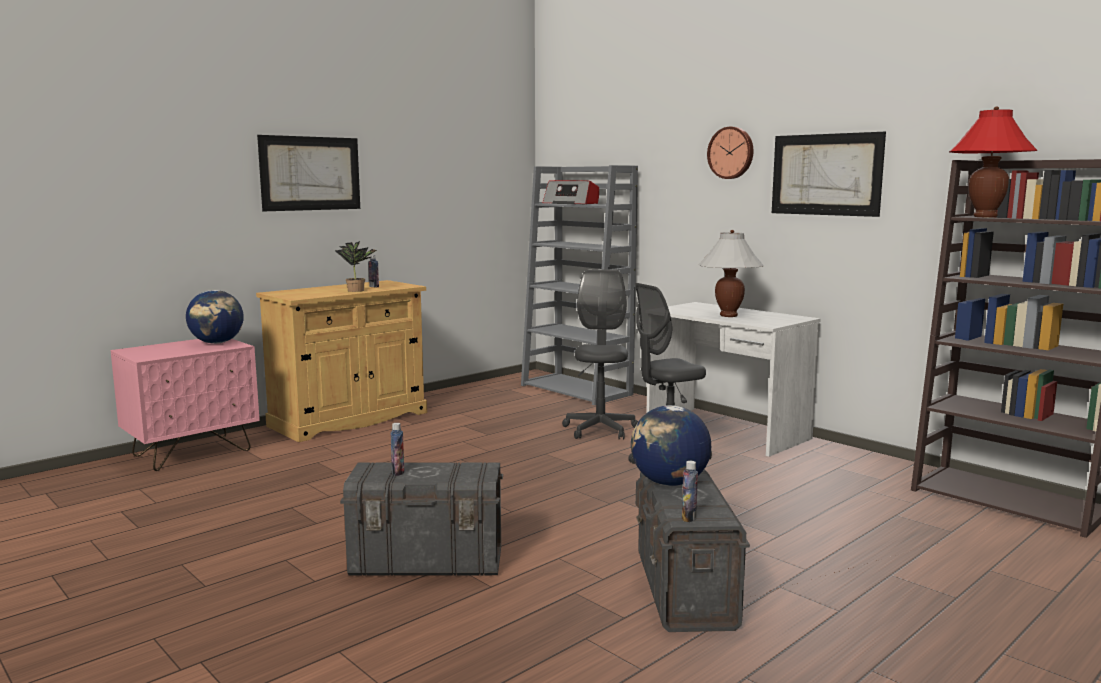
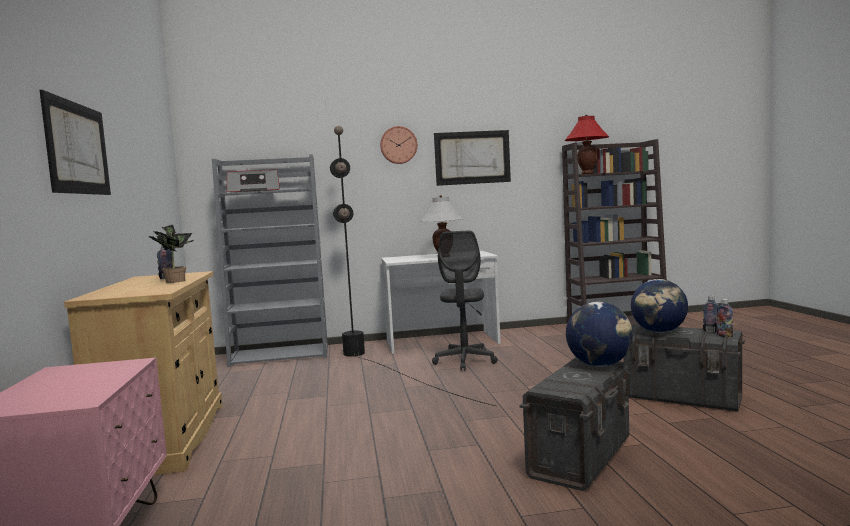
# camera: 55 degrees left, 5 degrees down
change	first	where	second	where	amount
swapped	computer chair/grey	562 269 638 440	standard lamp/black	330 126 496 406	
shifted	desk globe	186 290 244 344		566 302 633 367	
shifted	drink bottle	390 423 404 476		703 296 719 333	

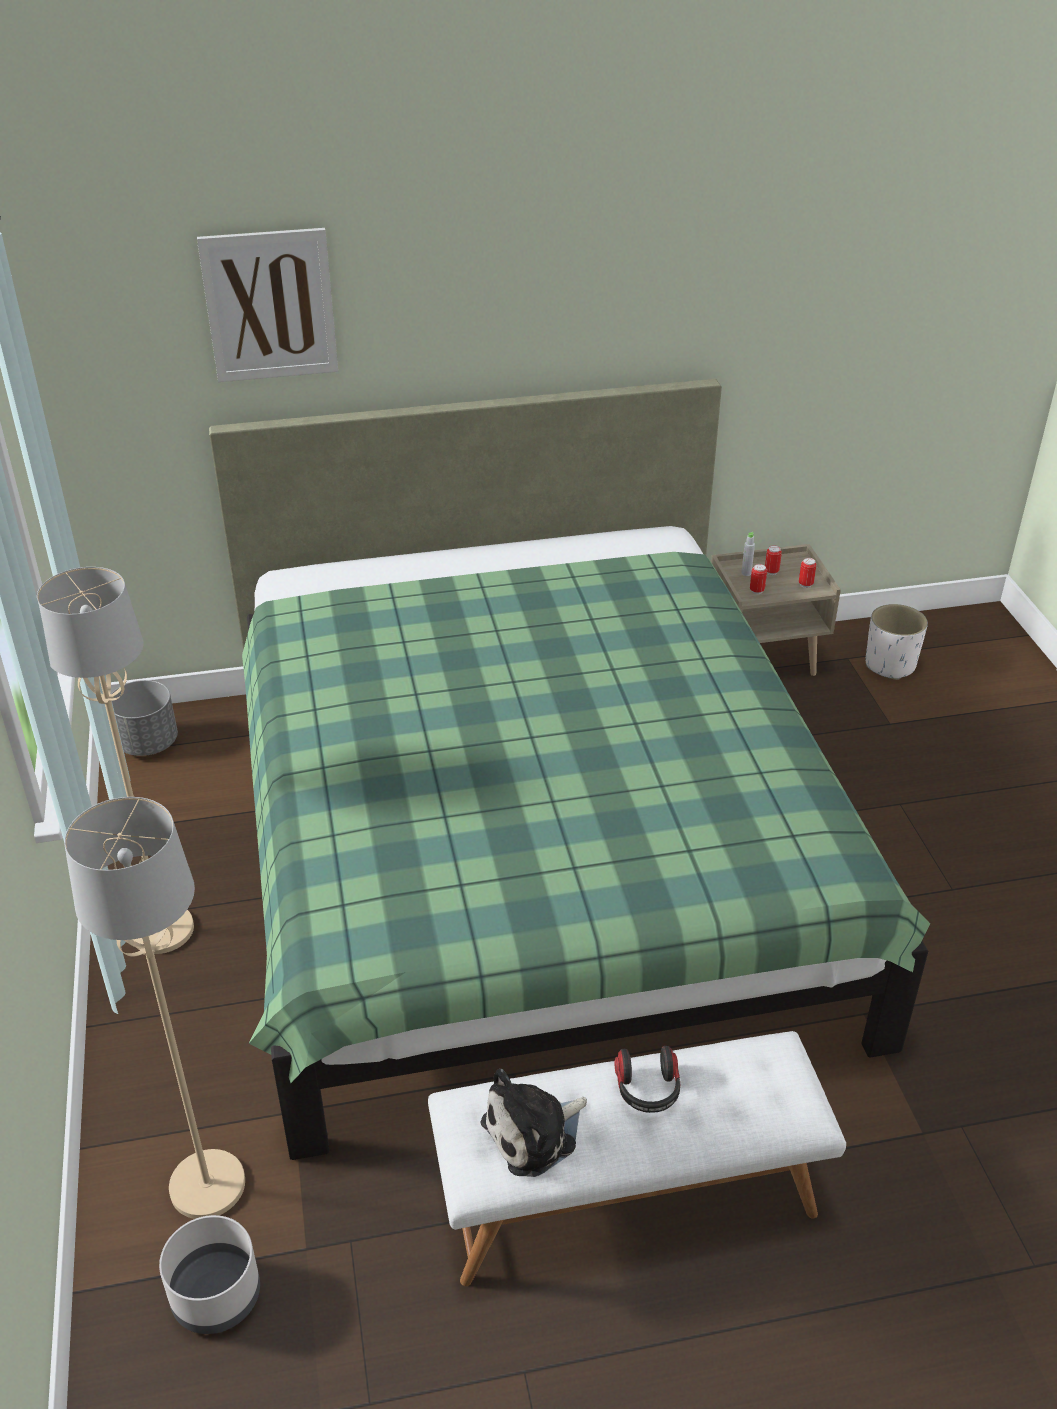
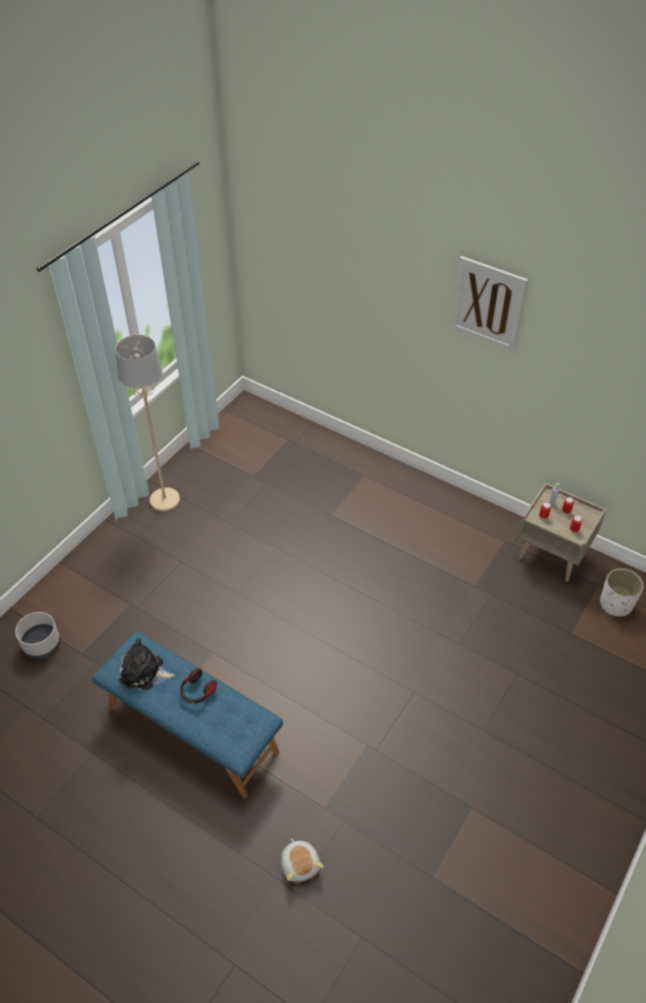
# camera: 45 degrees right, 10 degrees up
change	first	where	second	where	amount
repainted	bench/white-coloured	428 1031 846 1286	bench/blue	92 631 283 798	
new			plush toy	281 838 324 882	
shifted	picture	197 228 338 382		451 256 528 352	
gone	standard lamp/sand-coloured	64 797 245 1219			
gone	plant pot/grey	111 680 178 756			
gone	bedroom bed/greenish	209 379 930 1160			

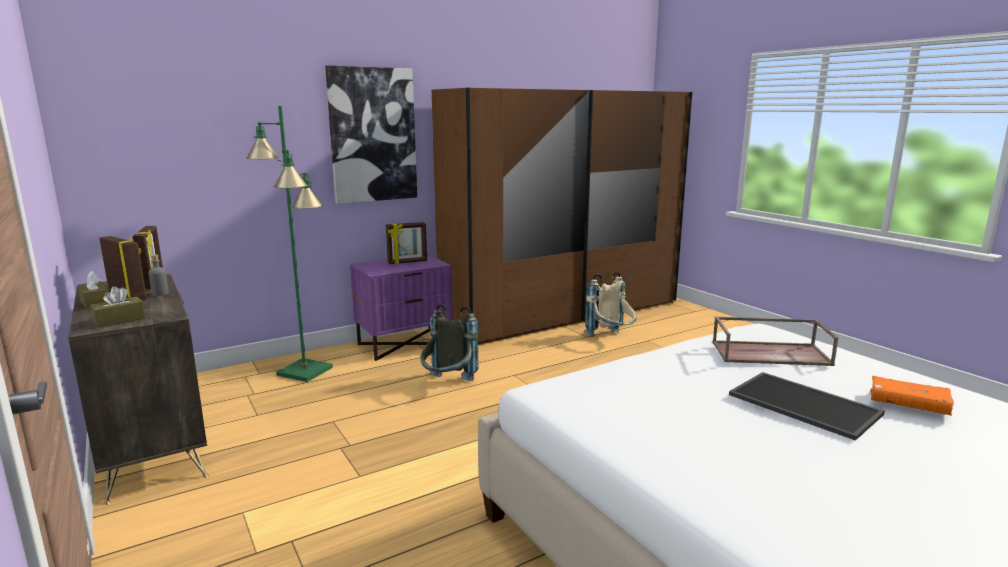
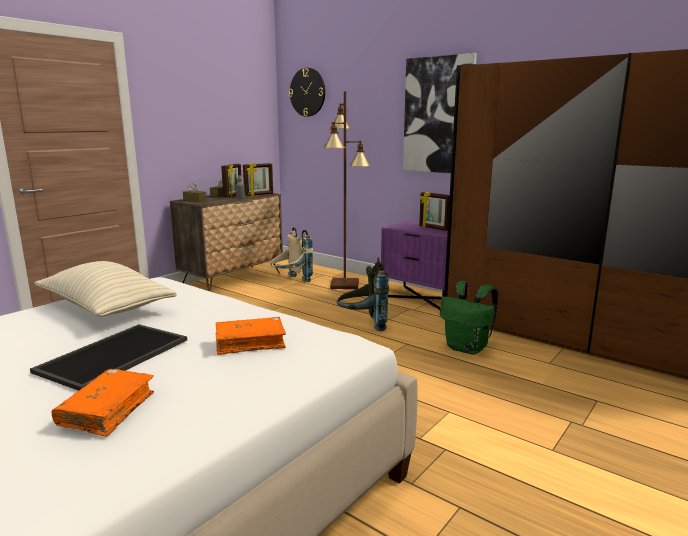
# camera: 70 degrees right, 0 degrees up
change	first	where	second	where	amount
new			throw pillow/sand-coloured	35 261 177 317	
swapped	serving tray/brown-coloured	712 317 838 366	volume/orange	216 317 286 355	
shifted	backpack/sand-coloured	583 272 637 337		271 227 313 282	
new			clock on the wall	289 68 325 117	
repainted	standard lamp/greenish	246 106 333 382	standard lamp/brown-coloured	323 91 371 289	
new			backpack/greenish	440 281 498 354	

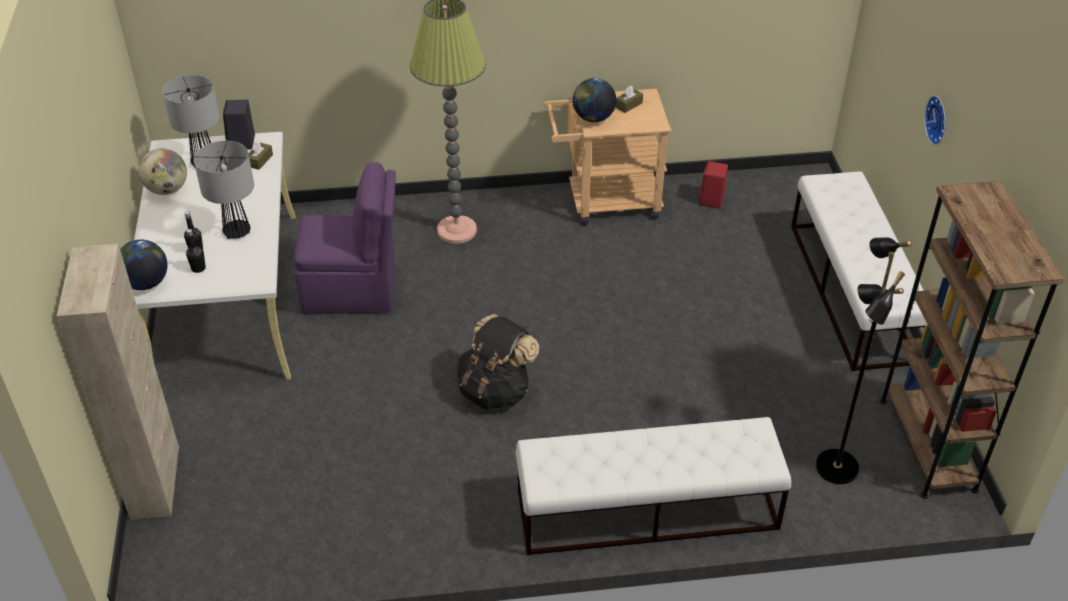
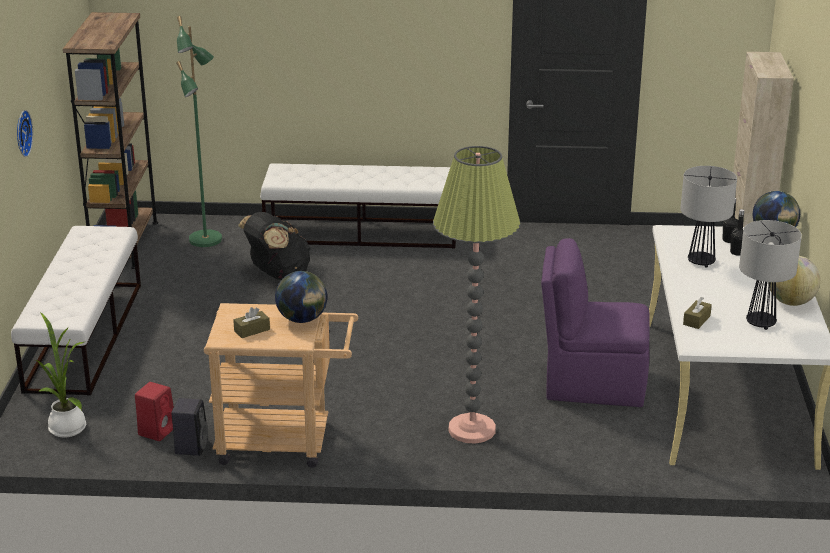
# camera: 170 degrees left, 15 degrees down
change	first	where	second	where	amount
new			houseplant	35 312 86 437	
shifted	audio speaker/black	223 100 255 149		171 398 208 456	
repainted	standard lamp/black	816 237 912 484	standard lamp/greenish	176 16 222 247	
shifted	backpack/black	457 314 539 409		238 212 311 280	

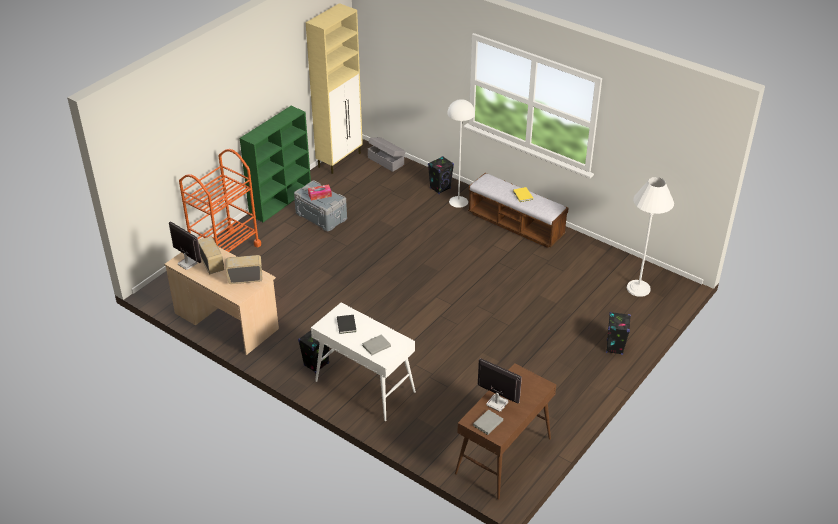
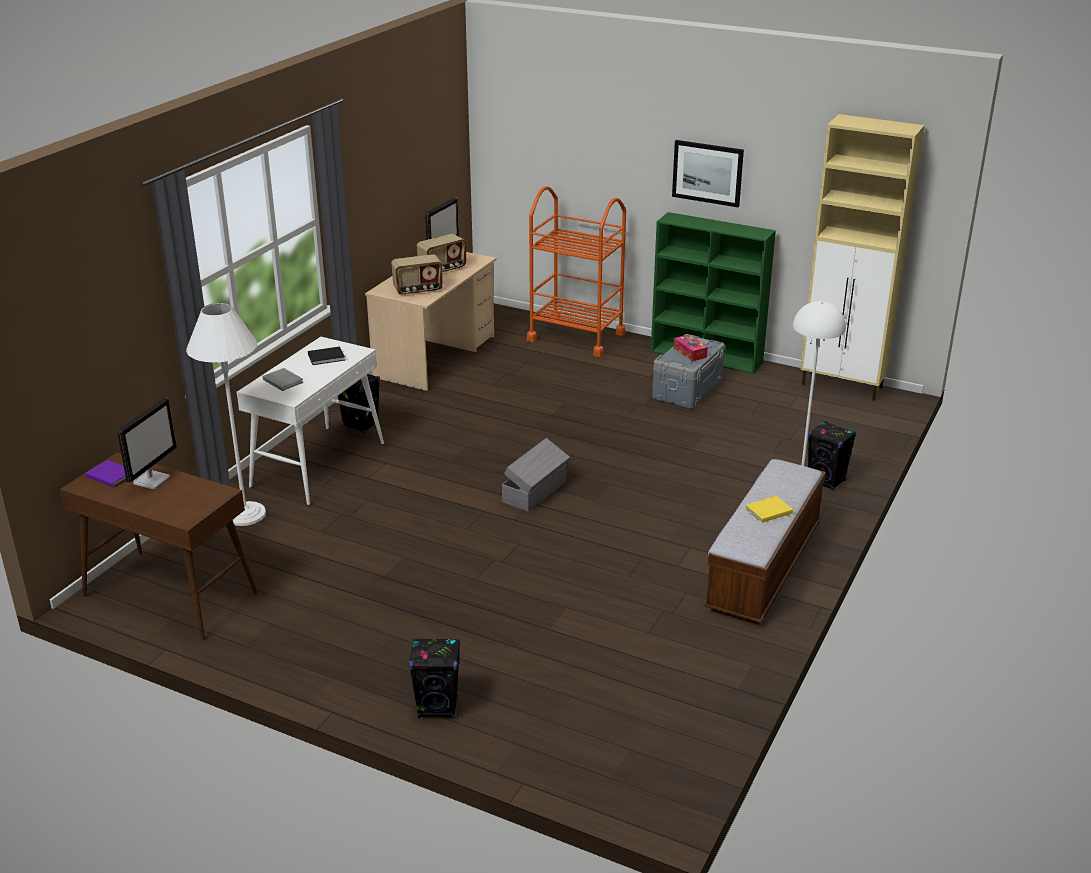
# camera: 80 degrees right, 10 degrees down
change	first	where	second	where	amount
repainted	volume/grey	473 409 503 435	volume/purple	85 460 126 487	
shifted	standard lamp/white-coloured	627 177 674 297		186 303 266 526	
rotated	radio set	226 255 262 284		391 254 443 296	90 degrees clockwise
shifted	storage bin/grey	368 137 406 172		502 438 570 512	
new			picture	672 140 744 207	

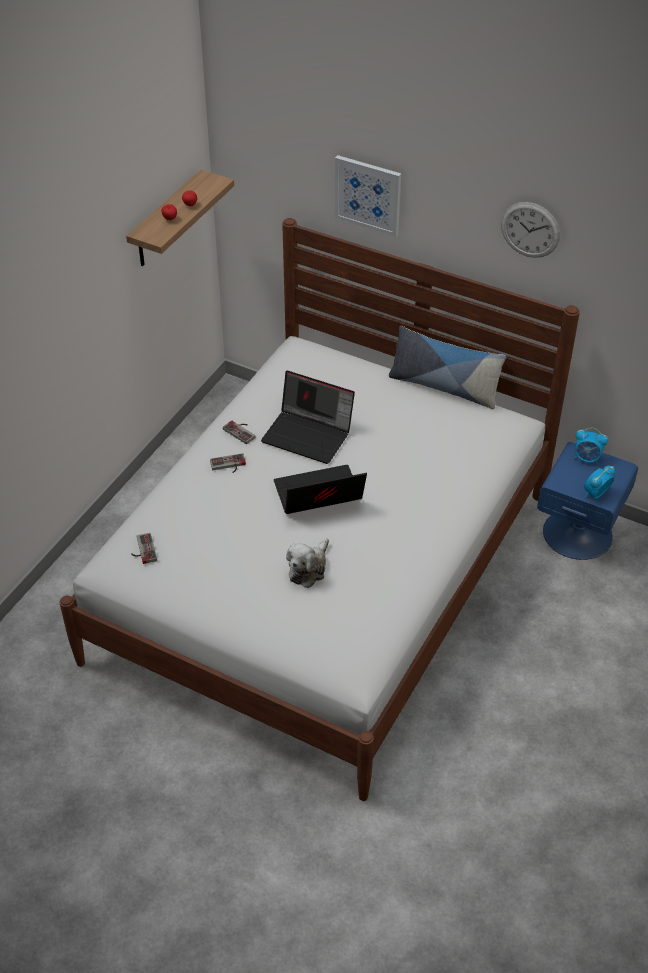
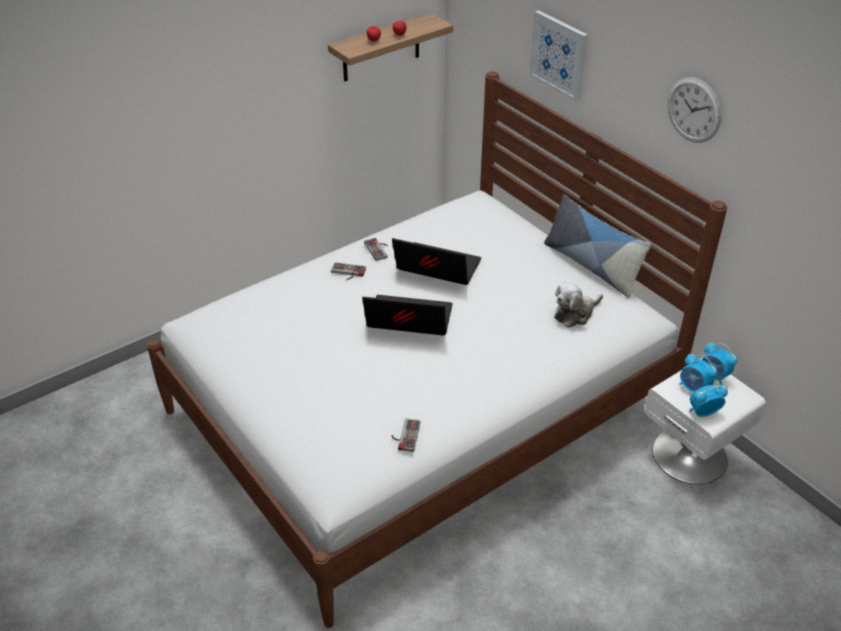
# camera: 25 degrees right, 5 degrees down
change	first	where	second	where	amount
shifted	game controller	131 533 157 564		391 418 420 452	
rotated	portable computer	261 371 355 464		392 238 482 285	150 degrees clockwise
shifted	plush toy	286 538 329 588		554 283 603 328	
repainted	bedside table/blue	537 442 638 560	bedside table/white-coloured	644 357 766 484	
new			table clock	679 354 717 392	

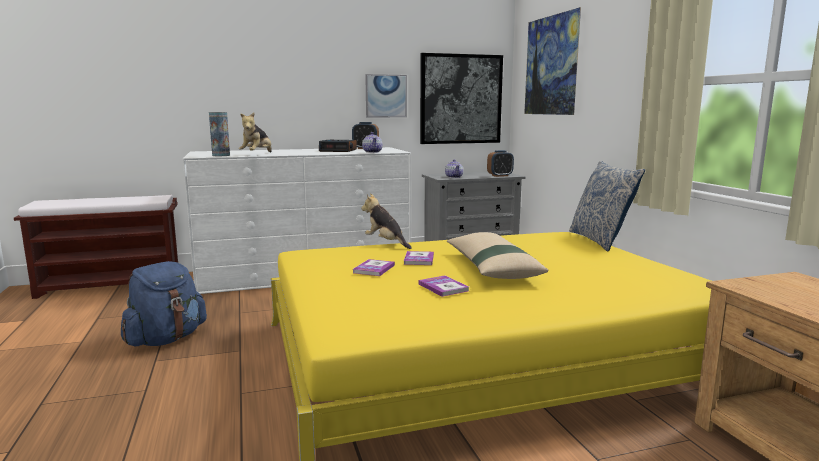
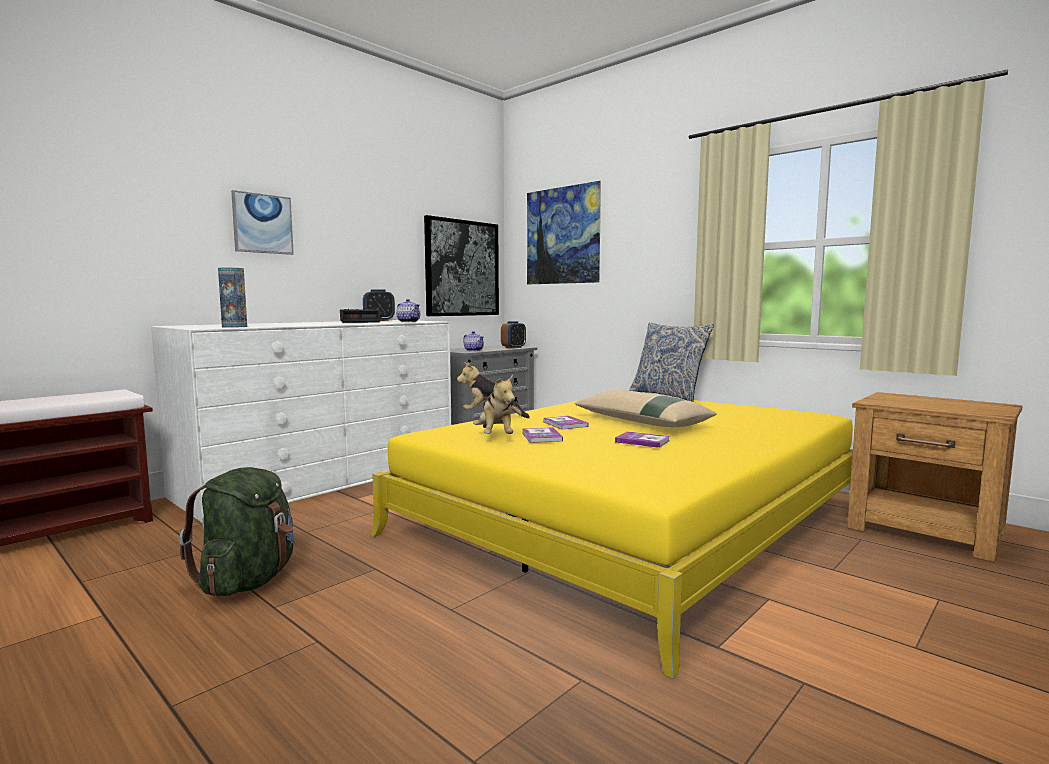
# camera: 30 degrees left, 5 degrees down
change	first	where	second	where	amount
repainted	backpack/blue	121 261 207 346	backpack/greenish	179 467 295 597	
shifted	picture	365 74 407 117		231 190 294 255	
shifted	plush toy	239 113 271 152		473 375 515 434	

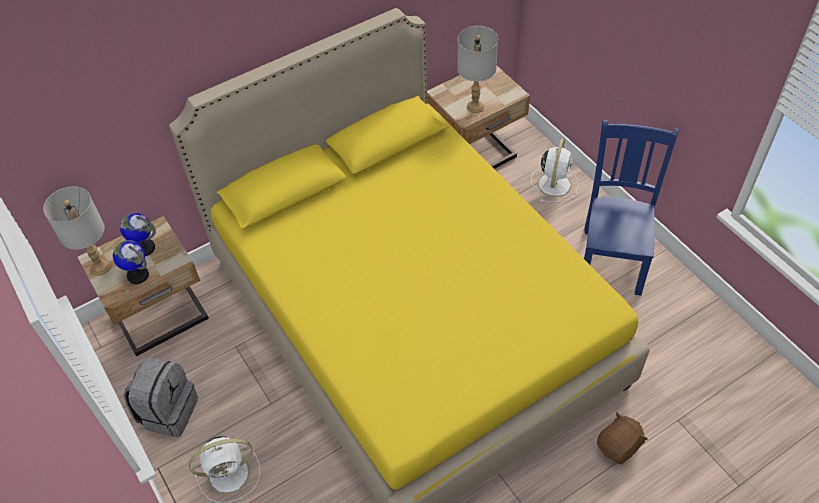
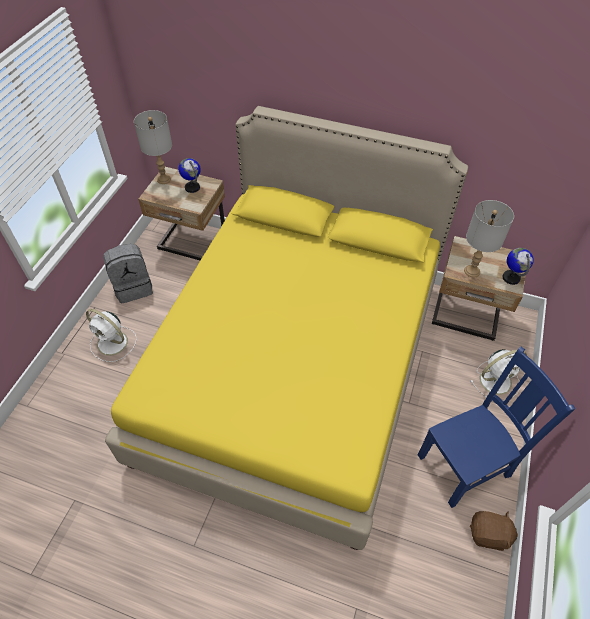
# camera: 50 degrees right, 0 degrees up
change	first	where	second	where	amount
shifted	plush toy/brown-coloured	597 412 648 464		470 511 518 551	
shifted	desk globe	113 240 149 284		503 248 534 285	

